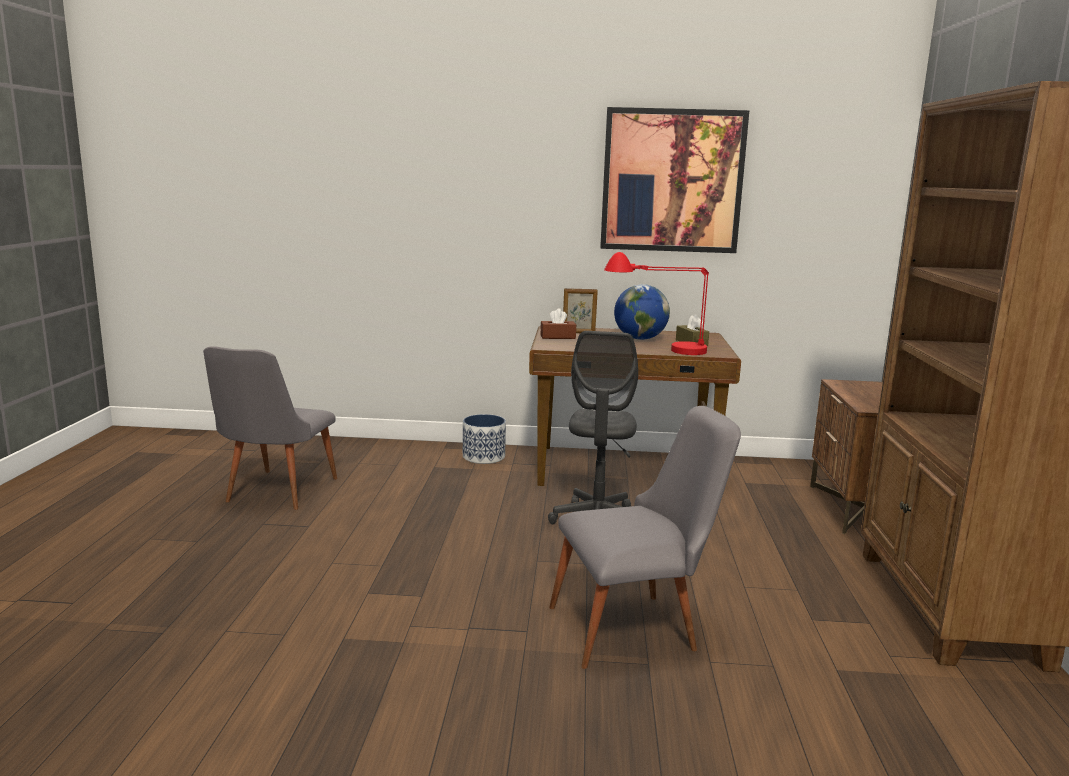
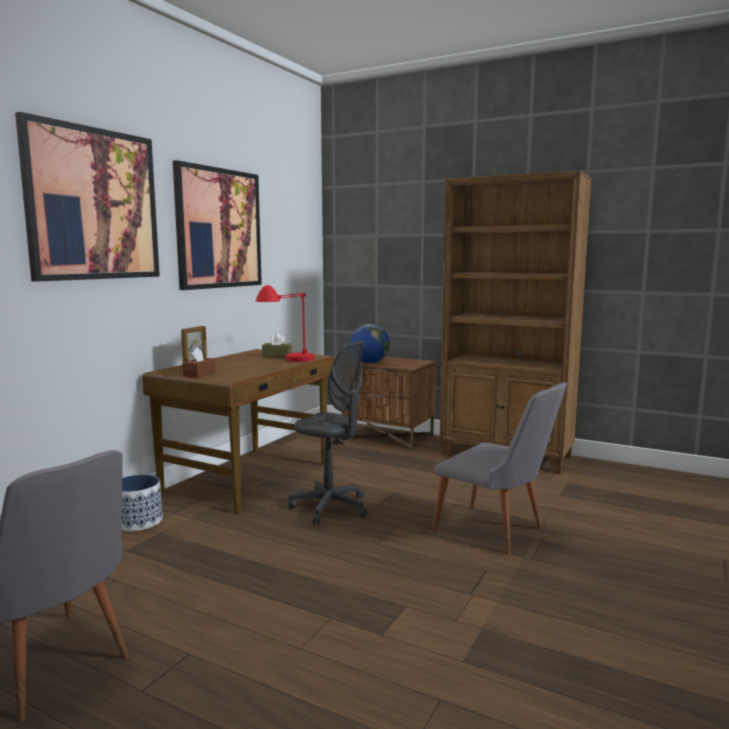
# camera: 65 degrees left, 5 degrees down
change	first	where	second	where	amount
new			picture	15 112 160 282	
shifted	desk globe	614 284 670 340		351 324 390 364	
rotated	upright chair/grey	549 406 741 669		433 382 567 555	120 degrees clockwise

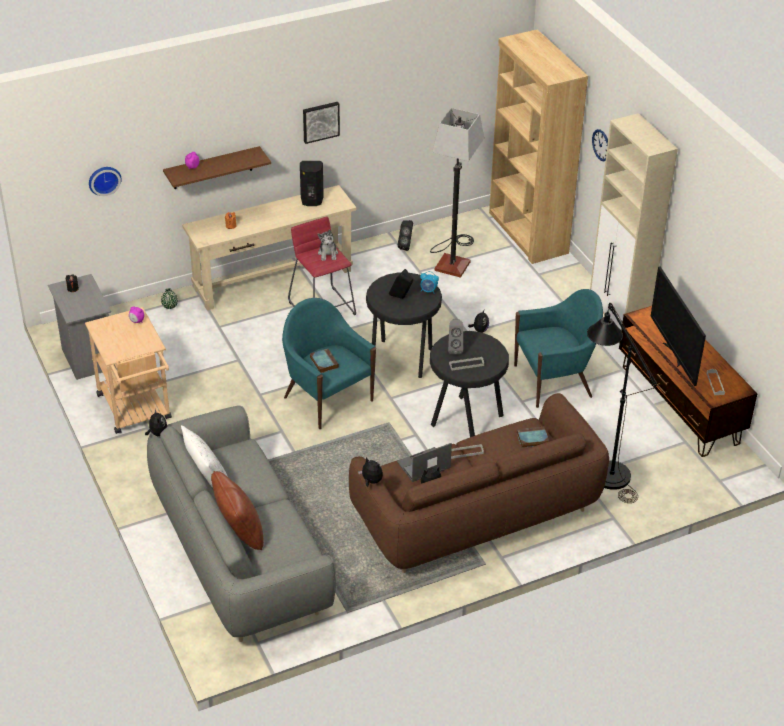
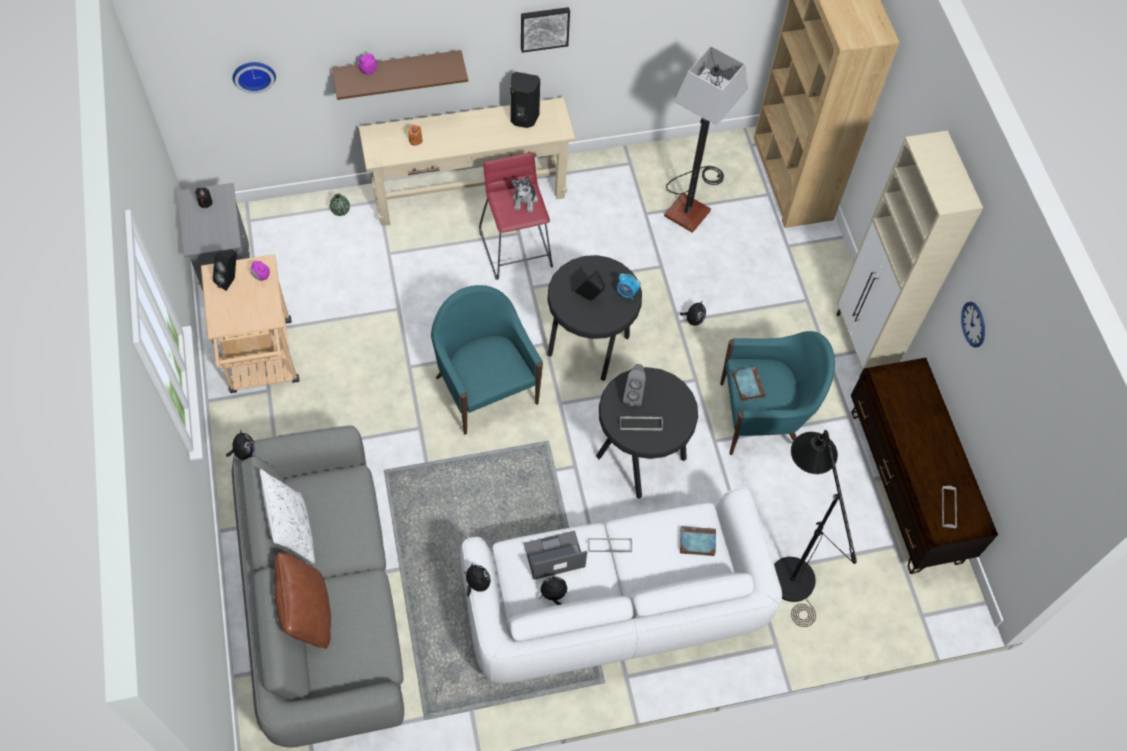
# camera: 10 degrees right, 20 degrees up
change	first	where	second	where	amount
shifted	audio speaker/black	398 220 413 251		213 249 237 291	
repainted	couch/brown-coloured	349 393 609 573	couch/white-coloured	460 487 782 683	
shifted	volume	310 349 339 373		732 367 766 401	
shifted	clock on the wall	592 129 608 161		961 302 985 348	
gone	TV	651 267 706 386			

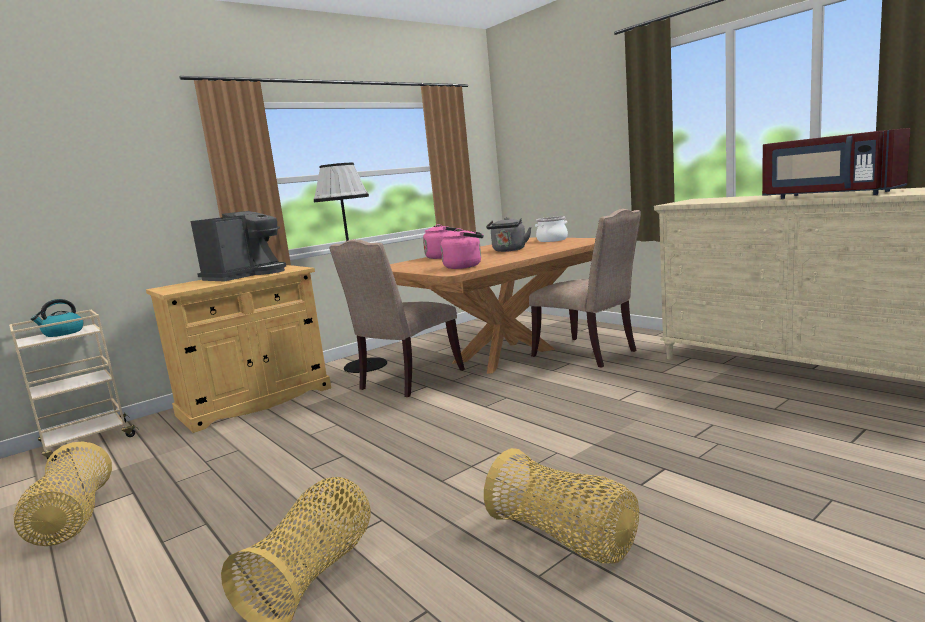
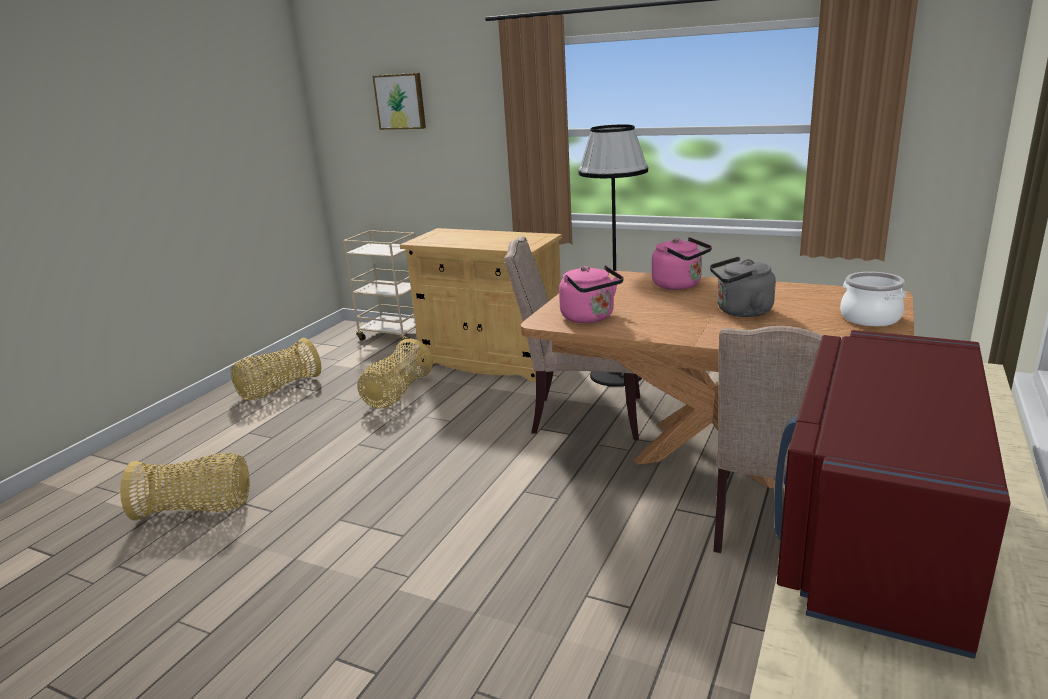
# camera: 65 degrees right, 10 degrees up
change	first	where	second	where	amount
shifted	storage basket	484 448 639 563		357 339 433 409	
new			picture	373 73 426 130	
gone	water kettle	31 299 83 337			
gone	coffee maker	190 211 286 281			

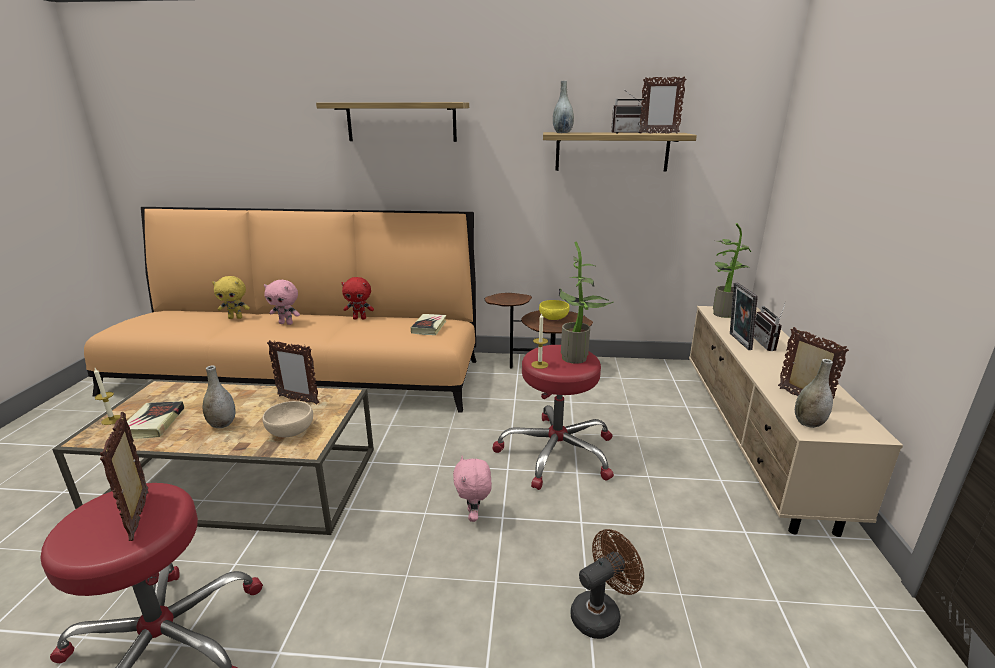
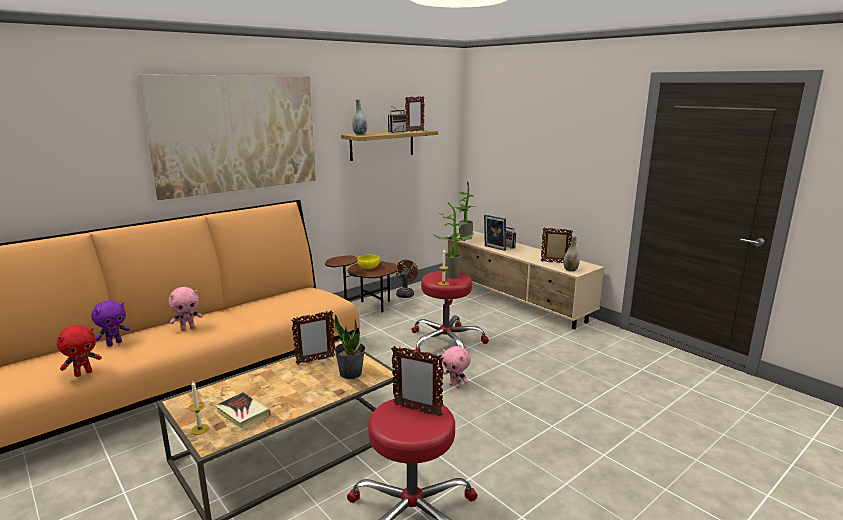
# camera: 45 degrees left, 5 degrees down
change	first	where	second	where	amount
shifted	plush toy/red-coloured	341 277 374 319		57 325 102 377	
repainted	plush toy/yellow-coloured	212 276 250 319	plush toy/purple	91 300 130 346	
swapped	bracket shelf	316 102 469 142	picture	138 75 316 200	
swapped	serving bowl/sand-coloured	262 401 313 437	houseplant	334 314 365 379	
shifted	electric fan/brown-coloured	571 529 644 639		396 260 418 298	
gone	flower vase/grey	203 366 236 428			
gone	volume	410 314 446 335			

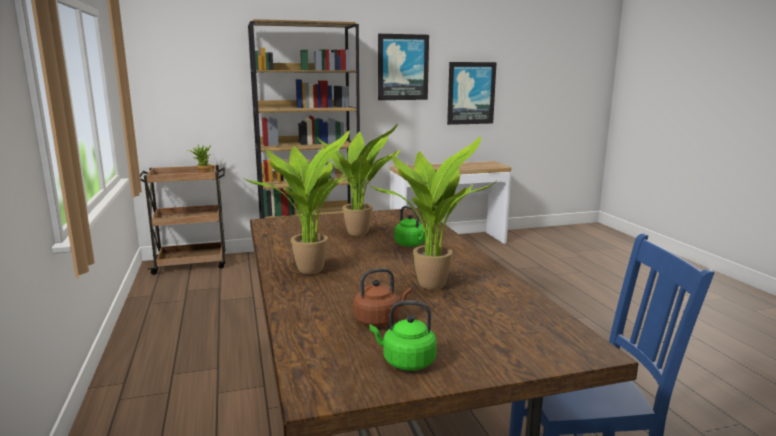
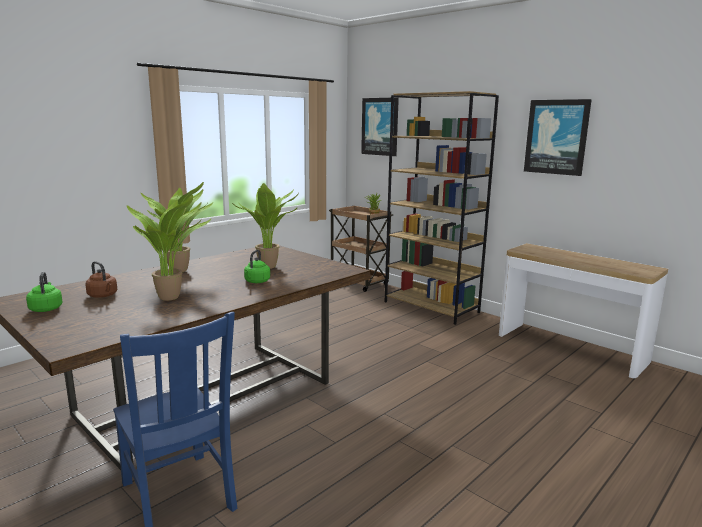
# camera: 60 degrees right, 0 degrees up
change	first	where	second	where	amount
shifted	picture	447 62 497 125		361 97 399 156	

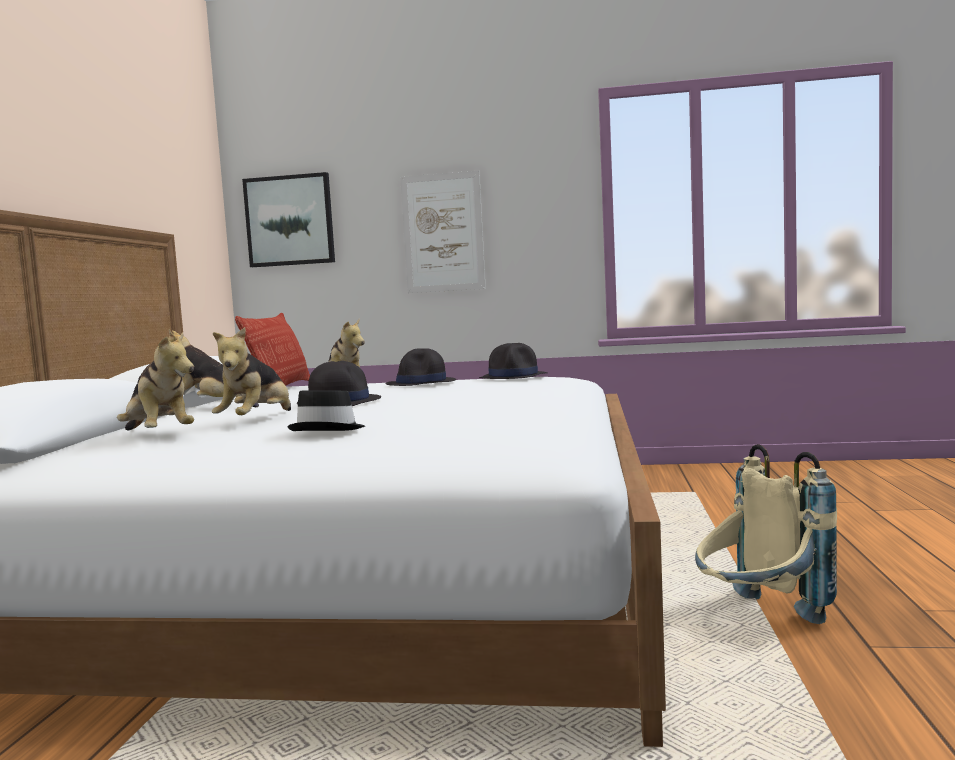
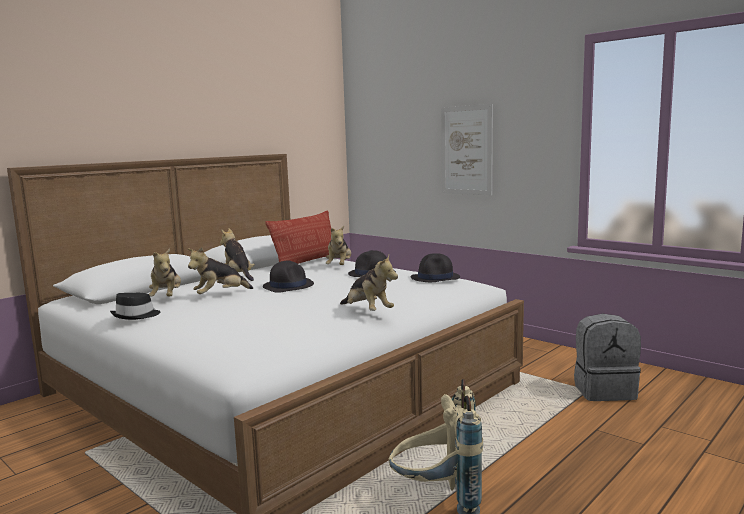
# camera: 35 degrees right, 5 degrees up
change	first	where	second	where	amount
shifted	hat/black	287 390 365 431		110 293 160 320	
new			plush toy	340 255 398 311	
new			backpack/grey	574 314 641 401	
gone	picture	242 172 335 267			

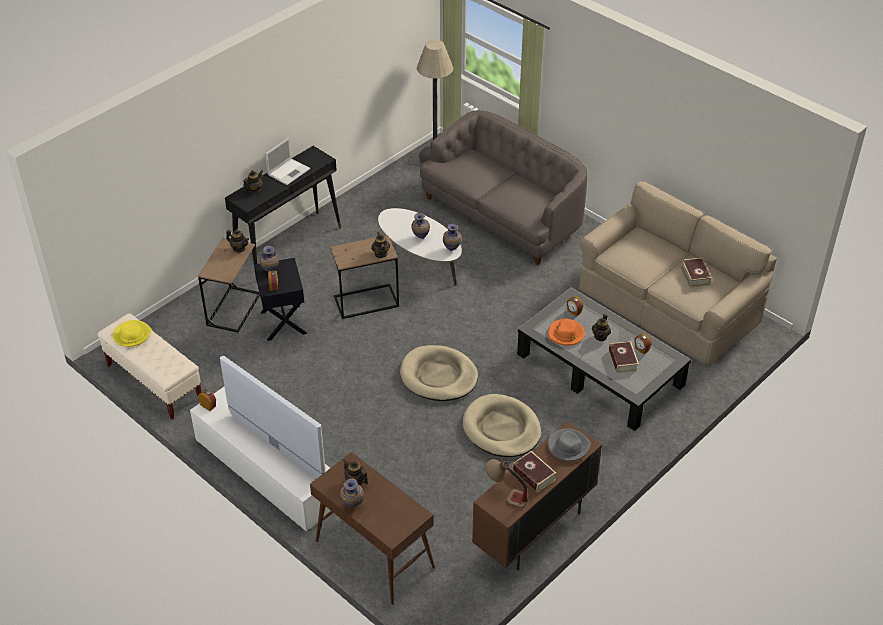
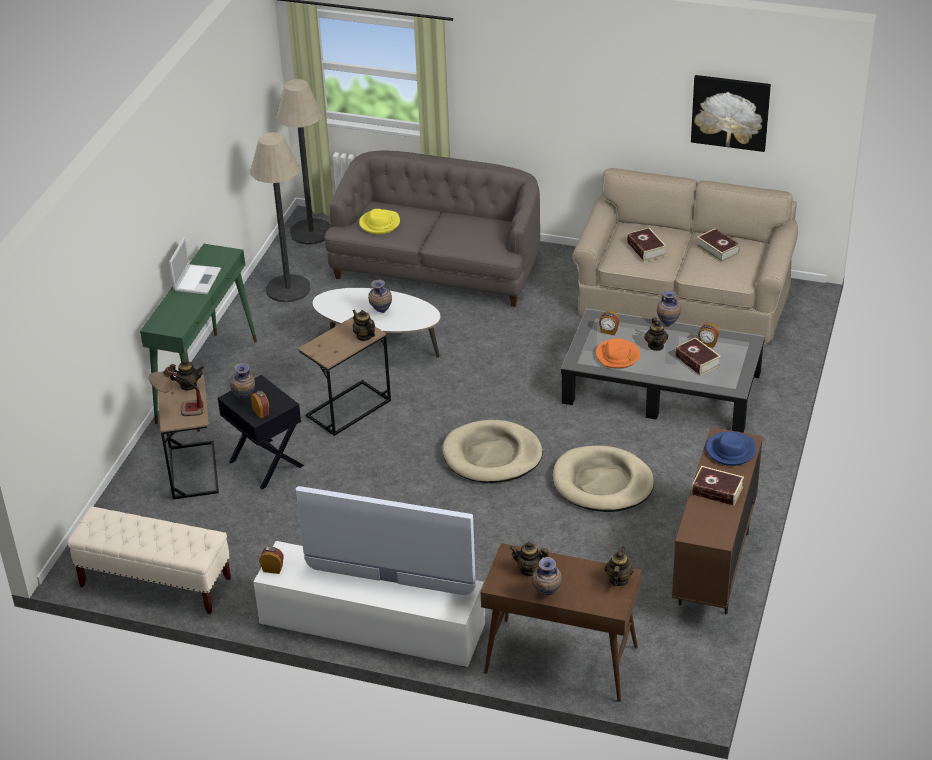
# camera: 25 degrees left, 5 degrees down
change	first	where	second	where	amount
repainted	narrow table/black	225 146 341 282	narrow table/greenish	140 244 257 432	
shifted	tabletop lamp	486 459 529 508		149 367 204 416	
new			standard lamp	250 132 311 302	
shifted	hat/yellow-coloured	113 320 152 347		359 209 400 234	
shifted	pot for tea	243 170 263 194		605 546 634 586	
new			volume	627 228 666 262	
shifted	flower vase	443 224 461 251		657 291 681 327	
new			picture	691 75 771 152	
repainted	hat/grey	548 429 591 461	hat/blue	706 431 756 466	

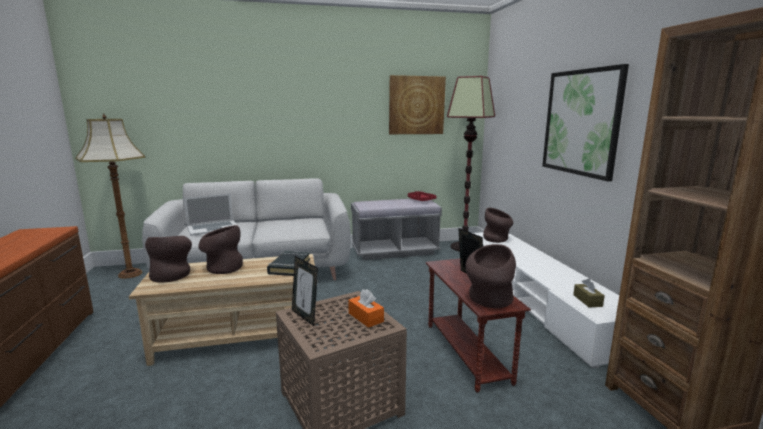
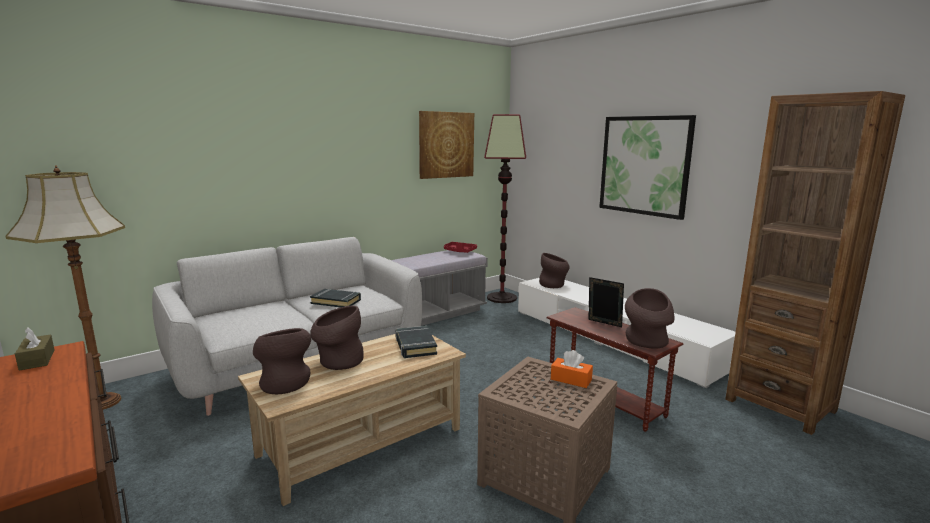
# camera: 25 degrees left, 0 degrees up
change	first	where	second	where	amount
shifted	tissue holder/brown-coloured	573 279 605 308		15 327 54 371	
new			volume/black	310 289 361 307	
gone	portable computer	184 193 238 236			
gone	standing frame	292 256 318 326			

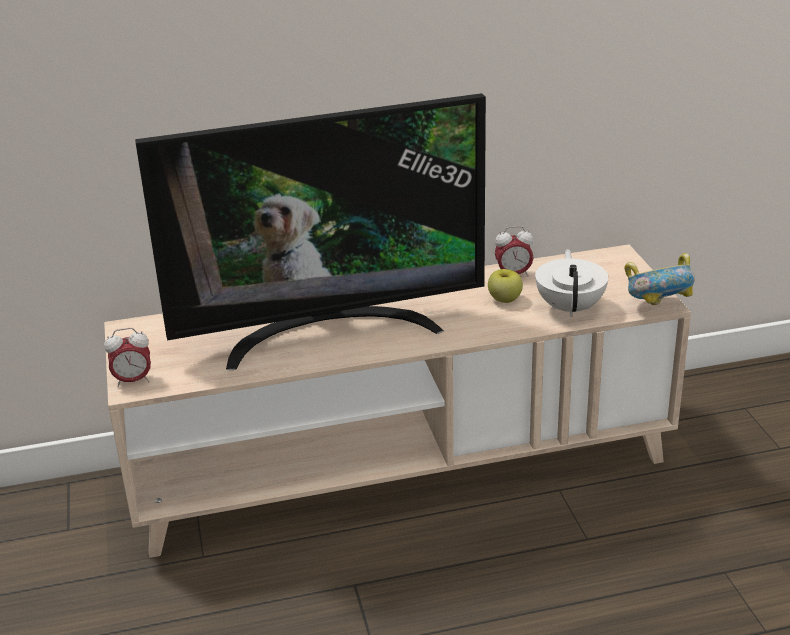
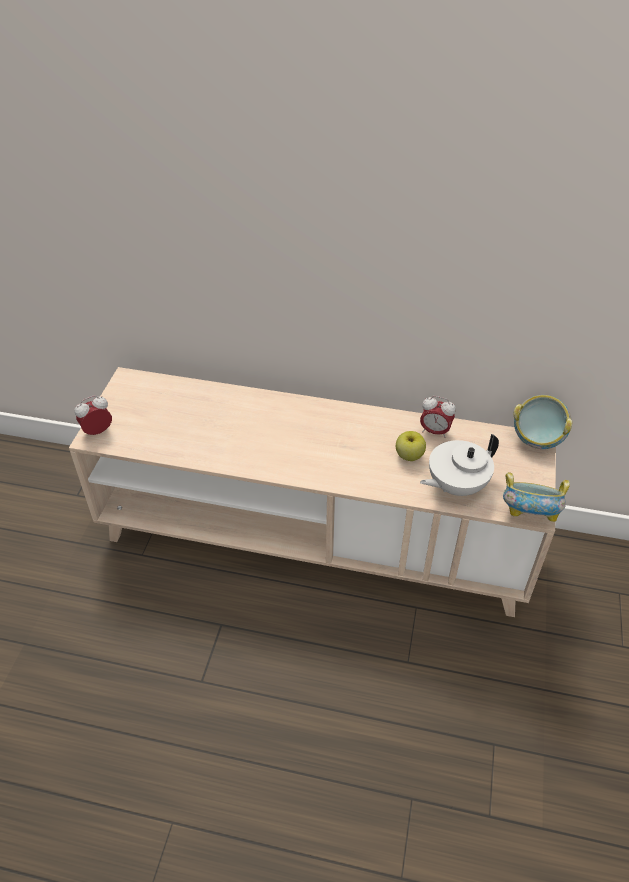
# camera: 25 degrees right, 15 degrees up
change	first	where	second	where	amount
rotated	table clock	104 328 151 387		74 395 112 435	135 degrees clockwise
rotated	pot for tea/white-coloured	535 249 608 317		420 434 499 496	150 degrees counterclockwise
new			serving bowl	514 395 572 449	
gone	TV	135 93 486 370			

